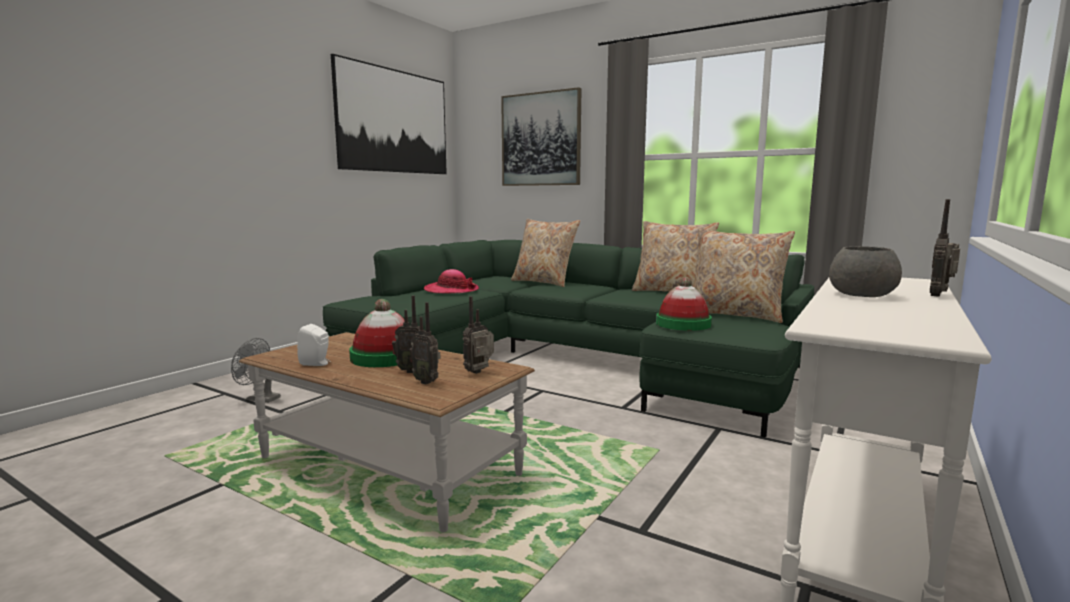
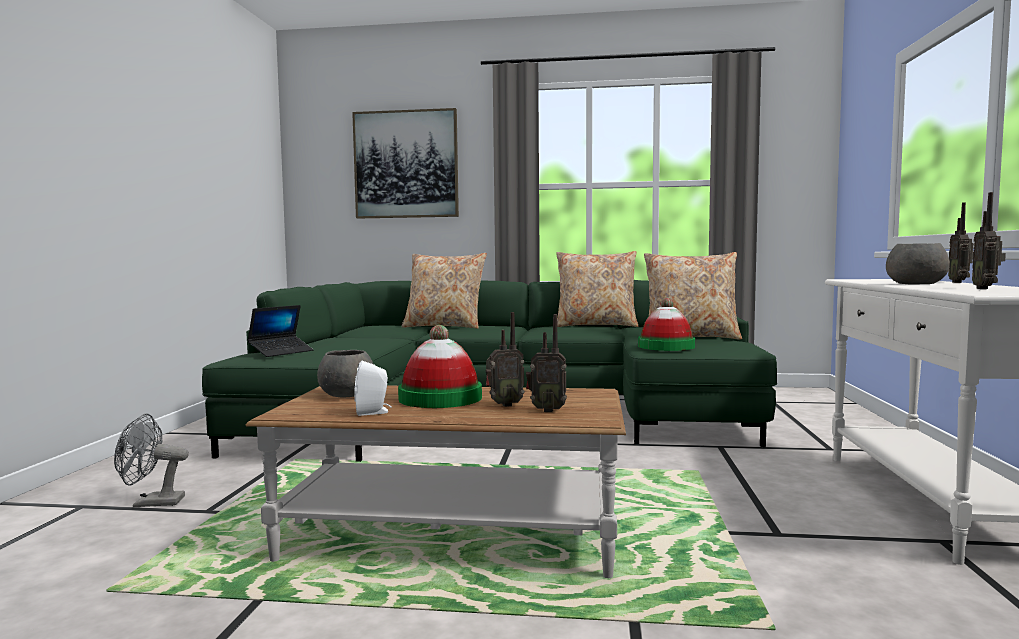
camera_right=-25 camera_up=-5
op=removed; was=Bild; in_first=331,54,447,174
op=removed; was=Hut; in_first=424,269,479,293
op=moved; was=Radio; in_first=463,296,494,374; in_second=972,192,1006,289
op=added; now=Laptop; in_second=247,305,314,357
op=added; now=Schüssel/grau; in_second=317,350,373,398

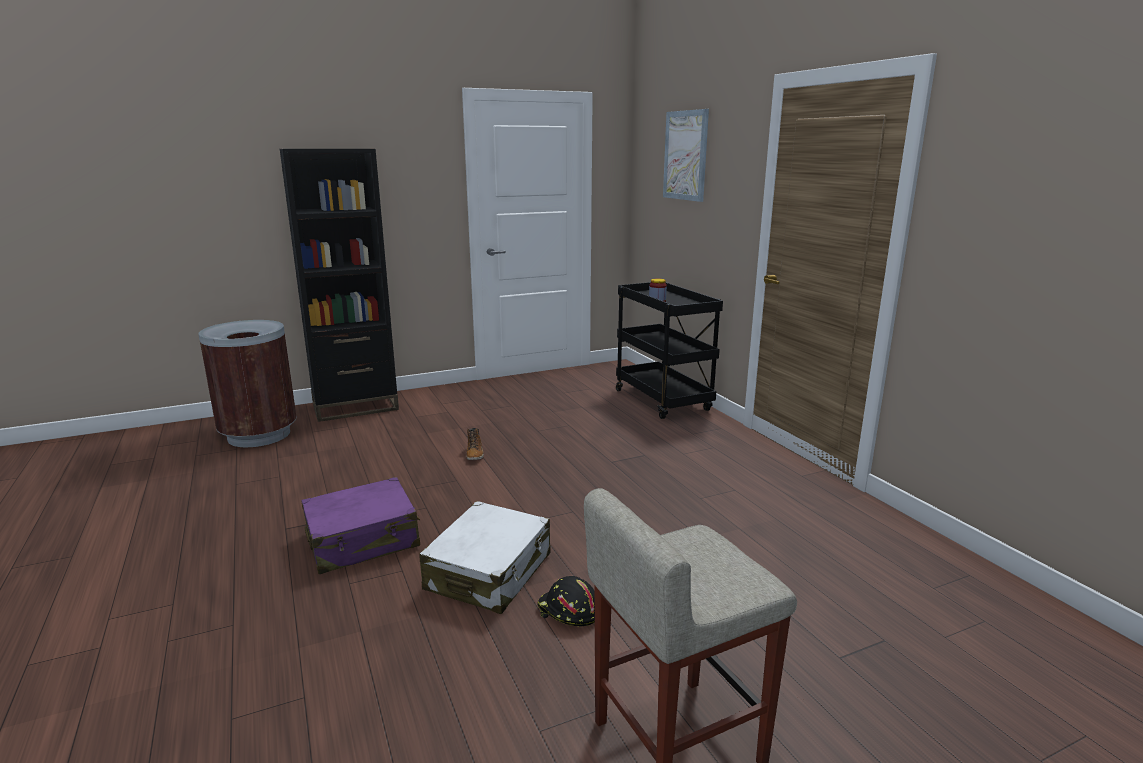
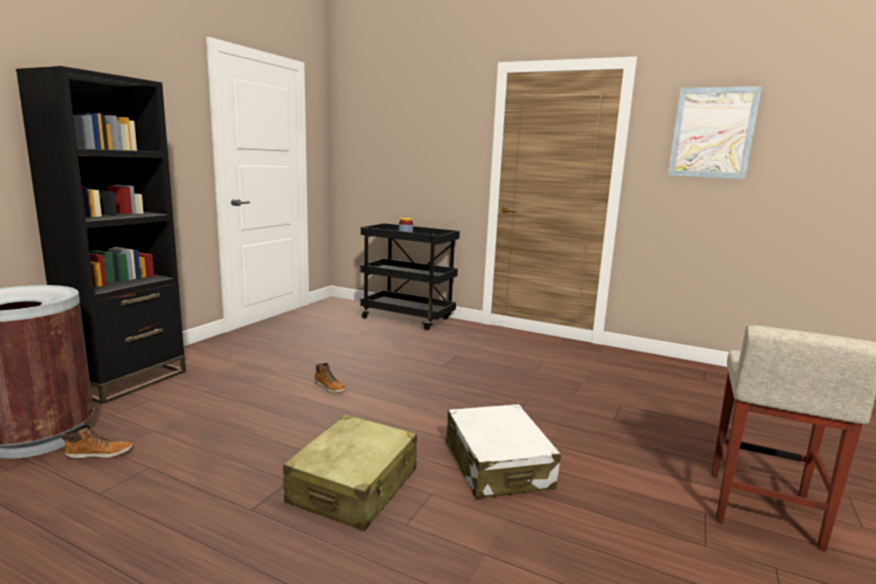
camera_right=-40 camera_up=-5
op=recoloured; was=Koffer/lila; now=Koffer/beige; in_first=301,477,420,574; in_second=283,414,417,531
op=removed; was=Schutzhelm/schwarz; in_first=537,576,595,626
op=moved; was=Bild; in_first=663,109,709,202; in_second=668,86,762,179
op=added; now=Stiefel; in_second=62,424,133,459

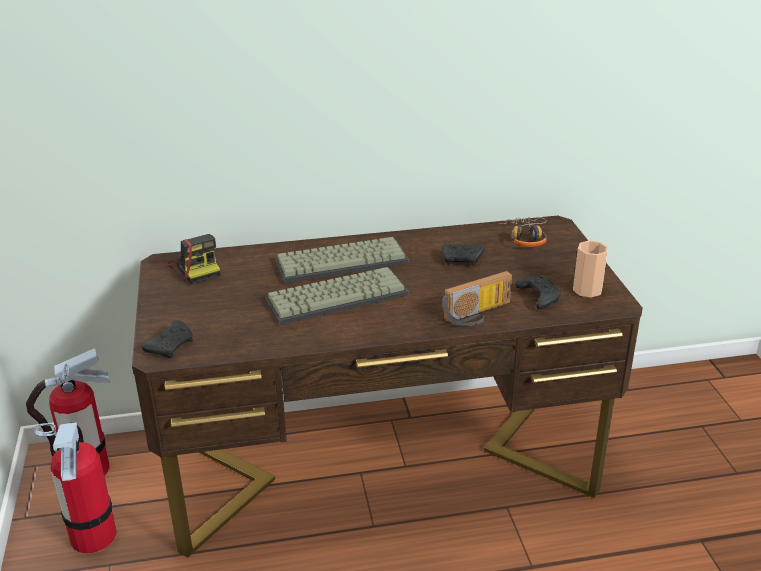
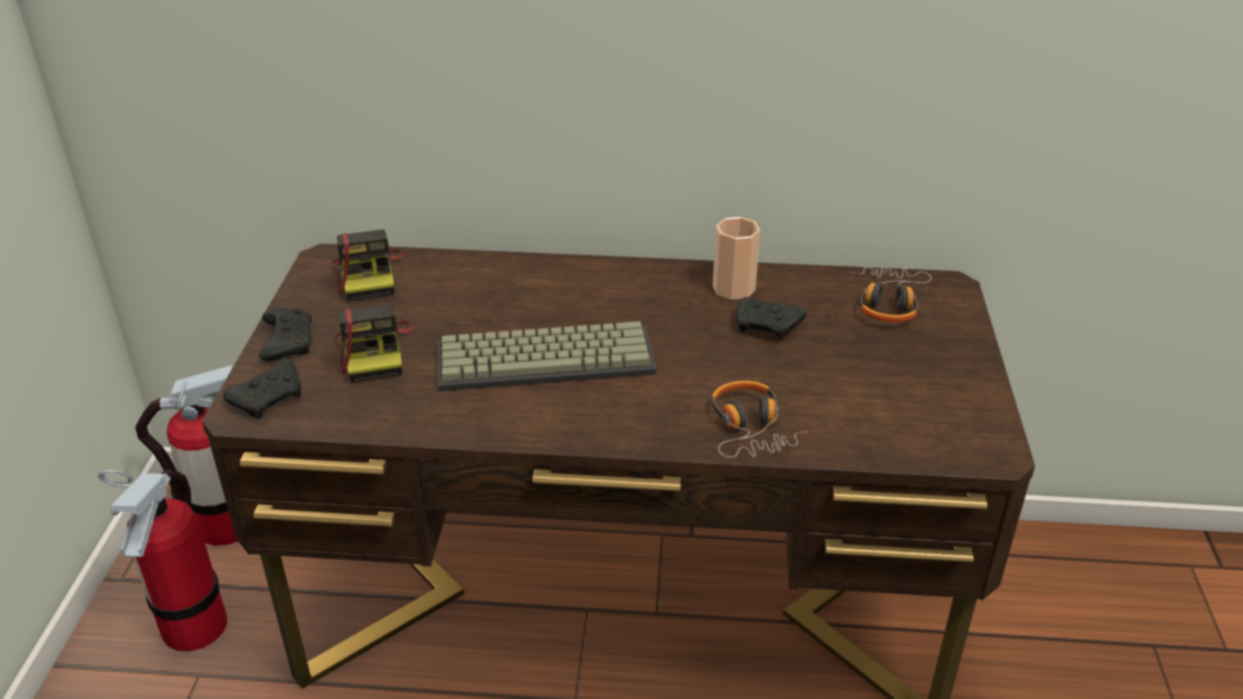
camera_right=15 camera_up=5
op=removed; was=Tastatur; in_first=275,237,409,283
op=replaced; was=Radio; now=Kopfhörer; in_first=442,271,512,326; in_second=712,381,808,458
op=moved; was=Gamepad/schwarz; in_first=515,274,561,309; in_second=259,308,312,362
op=moved; was=Tasse; in_first=573,240,608,298; in_second=713,217,760,300
op=added; now=Kamera; in_second=335,304,412,383

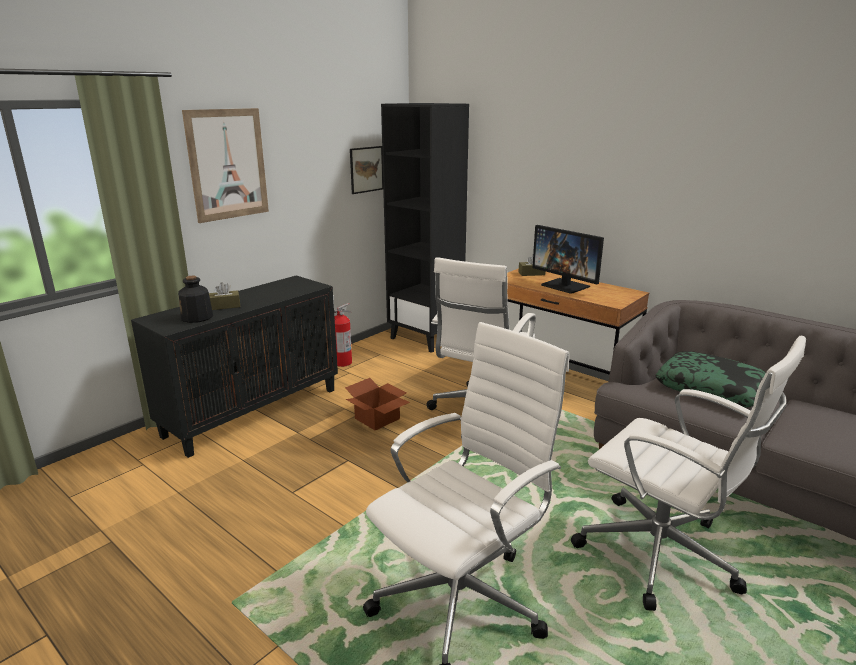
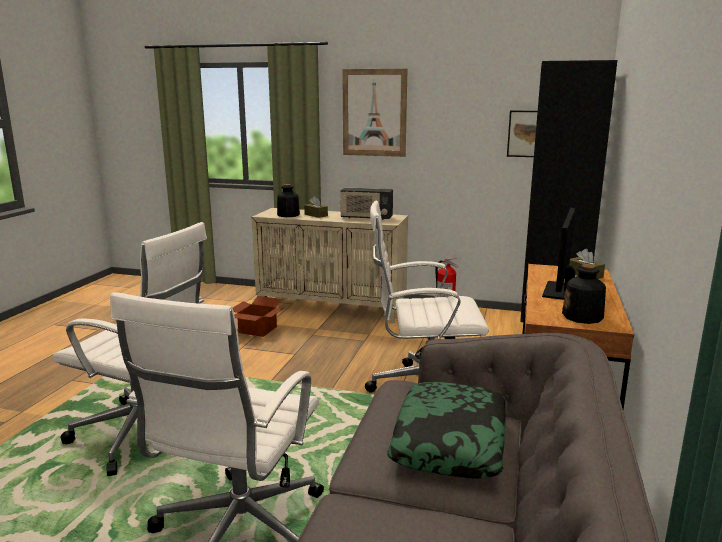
camera_right=65 camera_up=-5
op=recoloured; was=Schrank/schwarz; now=Schrank/beige; in_first=131,275,338,458; in_second=252,208,408,324
op=moved; was=Karton; in_first=345,378,410,431; in_second=233,296,284,337
op=added; now=Radio; in_second=340,188,393,220
op=added; now=Flasche; in_second=562,264,606,324

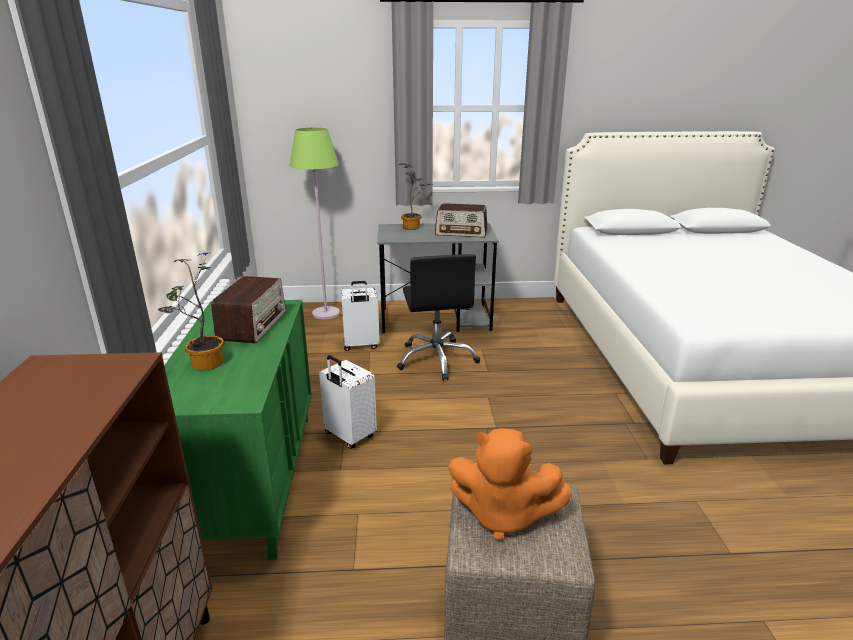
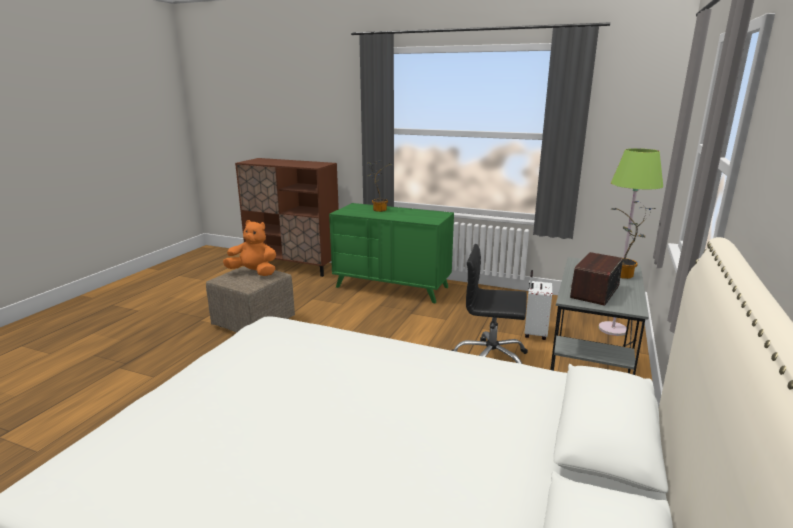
camera_right=115 camera_up=-5
op=removed; was=Radio; in_first=211,276,286,343
op=removed; was=Koffer/weiß; in_first=319,355,377,449
op=turned; was=Plüschtier/orange; in_first=448,428,572,541; in_second=223,220,276,276; clockwise=60

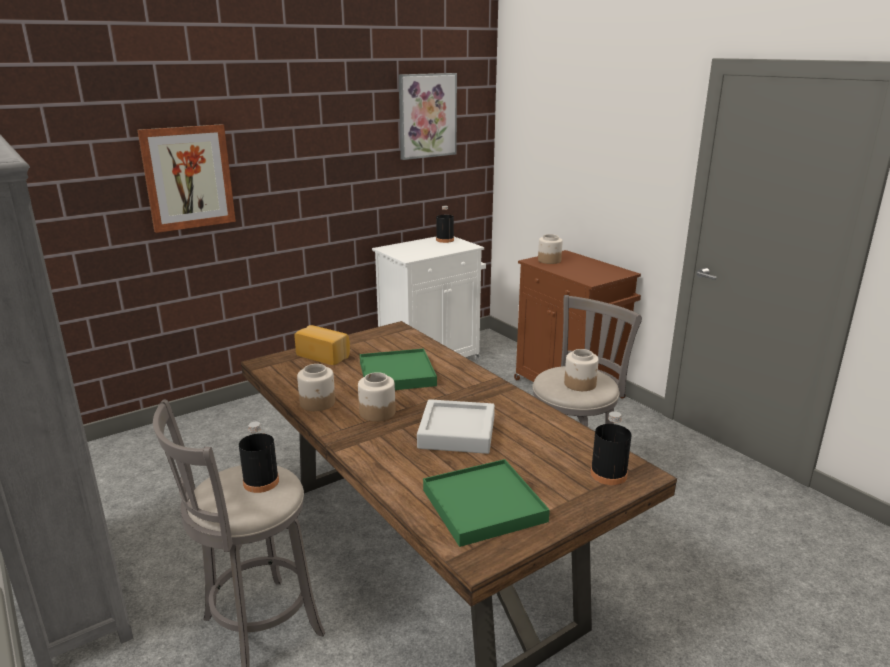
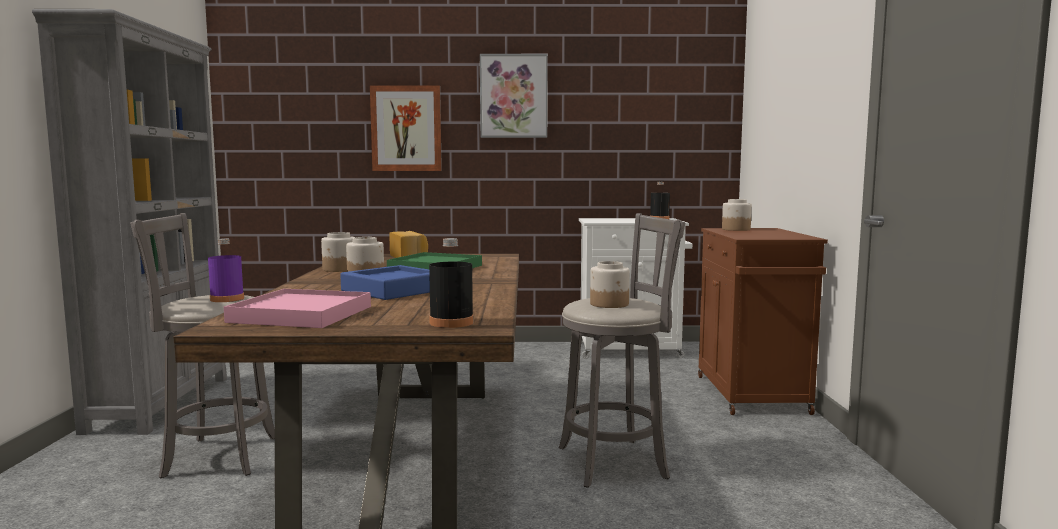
camera_right=35 camera_up=-15
op=recoloured; was=Flasche/schwarz; now=Flasche/lila; in_first=239,422,279,493; in_second=208,238,244,302
op=moved; was=Bild; in_first=399,73,457,160; in_second=480,54,548,138
op=recoloured; was=Tablett/grau; now=Tablett/blau; in_first=417,399,495,454; in_second=340,265,430,300
op=recoloured; was=Tablett/grün; now=Tablett/rosa; in_first=423,459,550,547; in_second=224,289,371,328

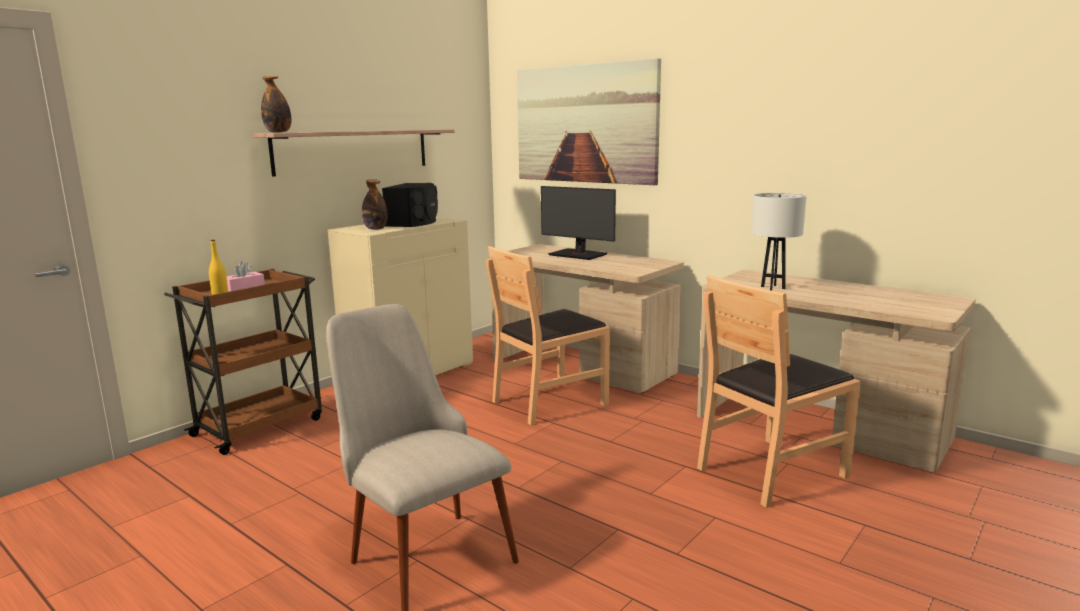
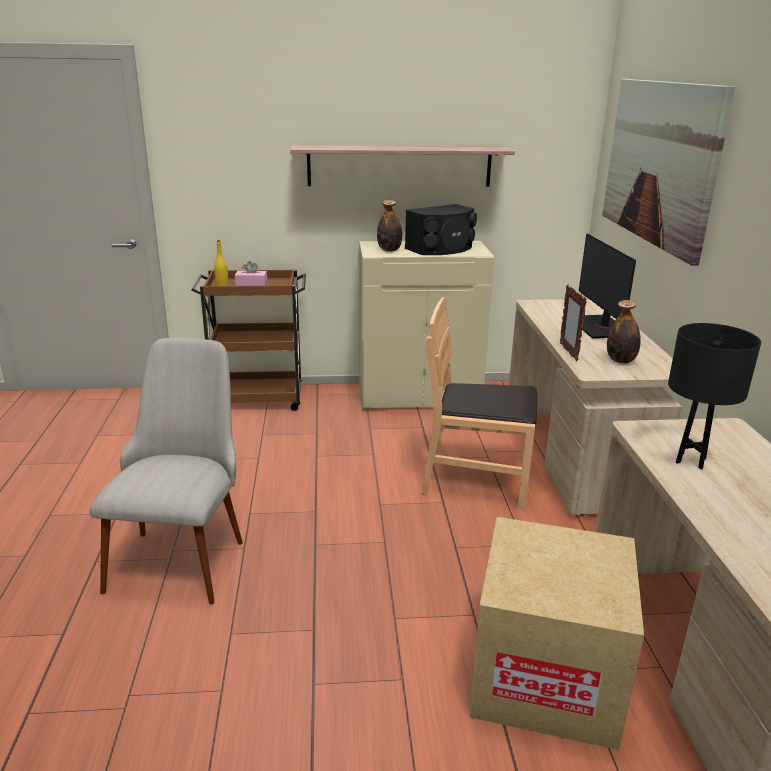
camera_right=45 camera_up=10
op=moved; was=Flasche; in_first=261,76,291,133; in_second=607,300,641,363
op=replaced; was=Stuhl/braun; now=Karton; in_first=697,275,861,508; in_second=469,517,644,750
op=recoloured; was=Tischlampe/weiß; now=Tischlampe/schwarz; in_first=751,193,807,290; in_second=668,323,761,470
op=added; now=Bilderrahmen; in_second=560,285,587,361

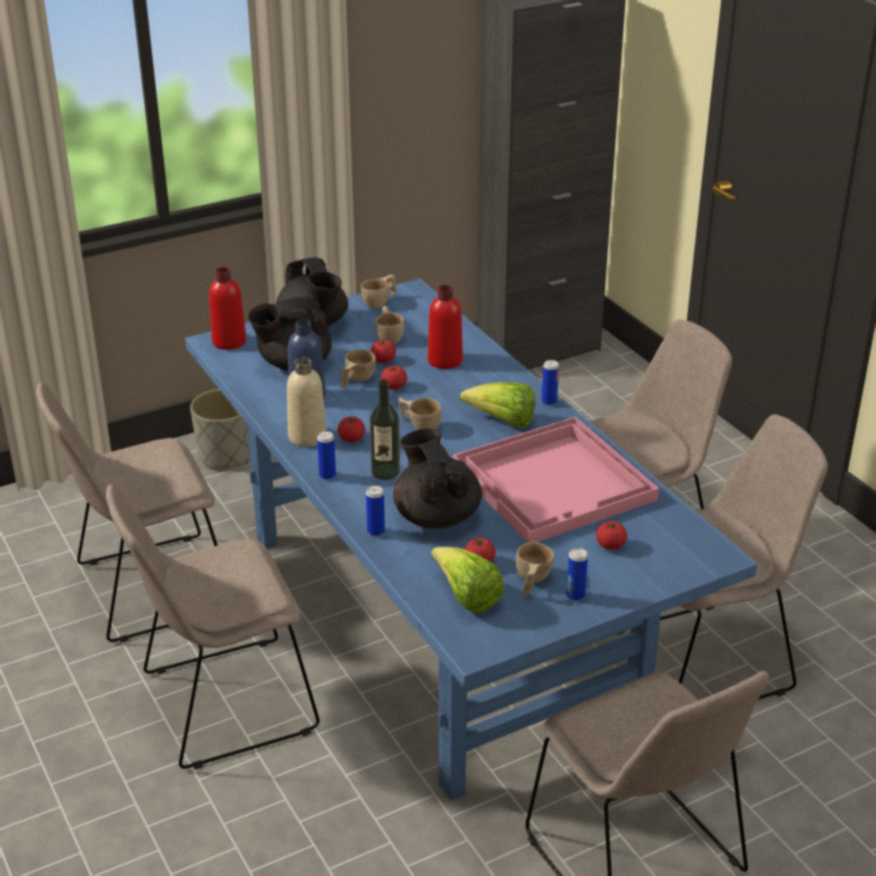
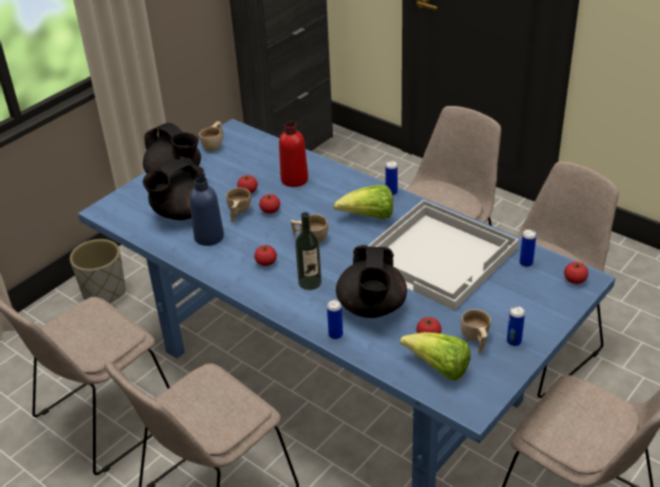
camera_right=-20 camera_up=5
op=removed; was=Flasche/rot; in_first=209,267,246,350
op=removed; was=Flasche/beige; in_first=287,357,326,447
op=moved; was=Dose; in_first=317,431,336,480; in_second=520,229,536,267
op=removed; was=Tasse/beige; in_first=375,306,404,344
op=turned; was=Teekanne/schwarz; in_first=393,428,482,529; in_second=336,245,407,318; clockwise=-135
op=recoloured; was=Tablett/rosa; now=Tablett/weiß; in_first=453,417,659,543; in_second=368,200,519,311
op=moved; was=Tomate; in_first=596,521,627,550; in_second=564,262,588,284

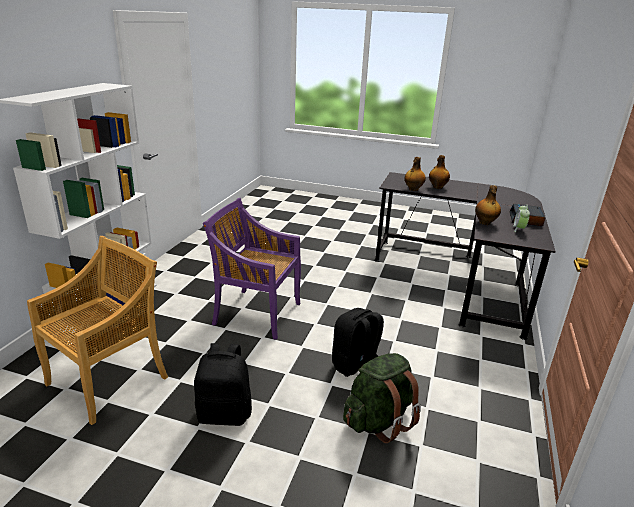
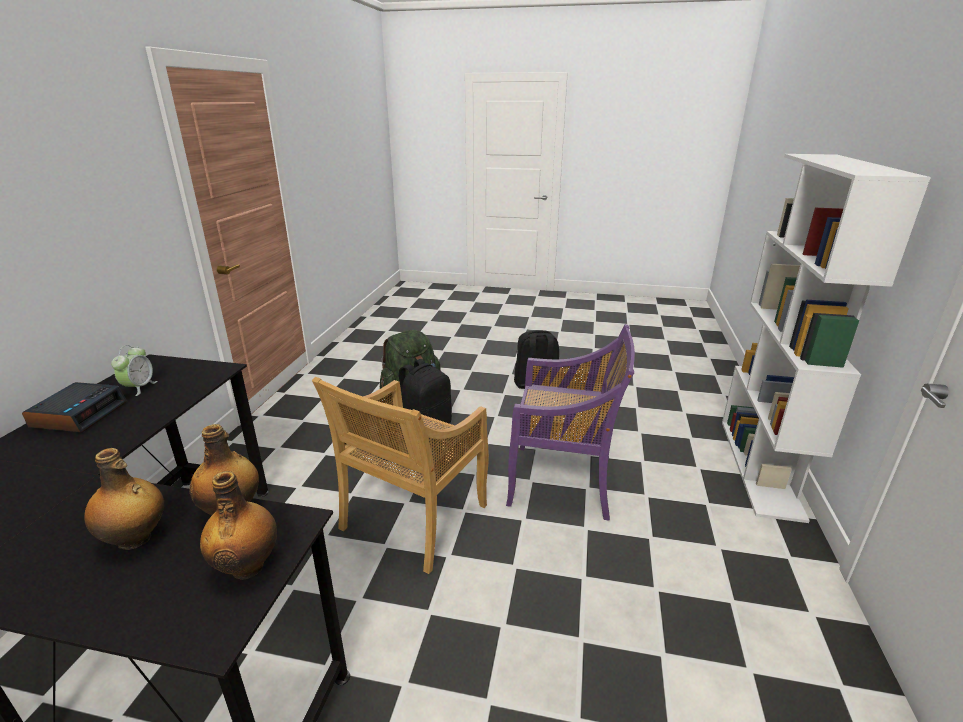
camera_right=175 camera_up=0
op=moved; was=Stuhl/beige; in_first=27,236,168,425; in_second=312,377,489,574
op=moved; was=Flasche; in_first=475,185,501,225; in_second=200,471,277,580

